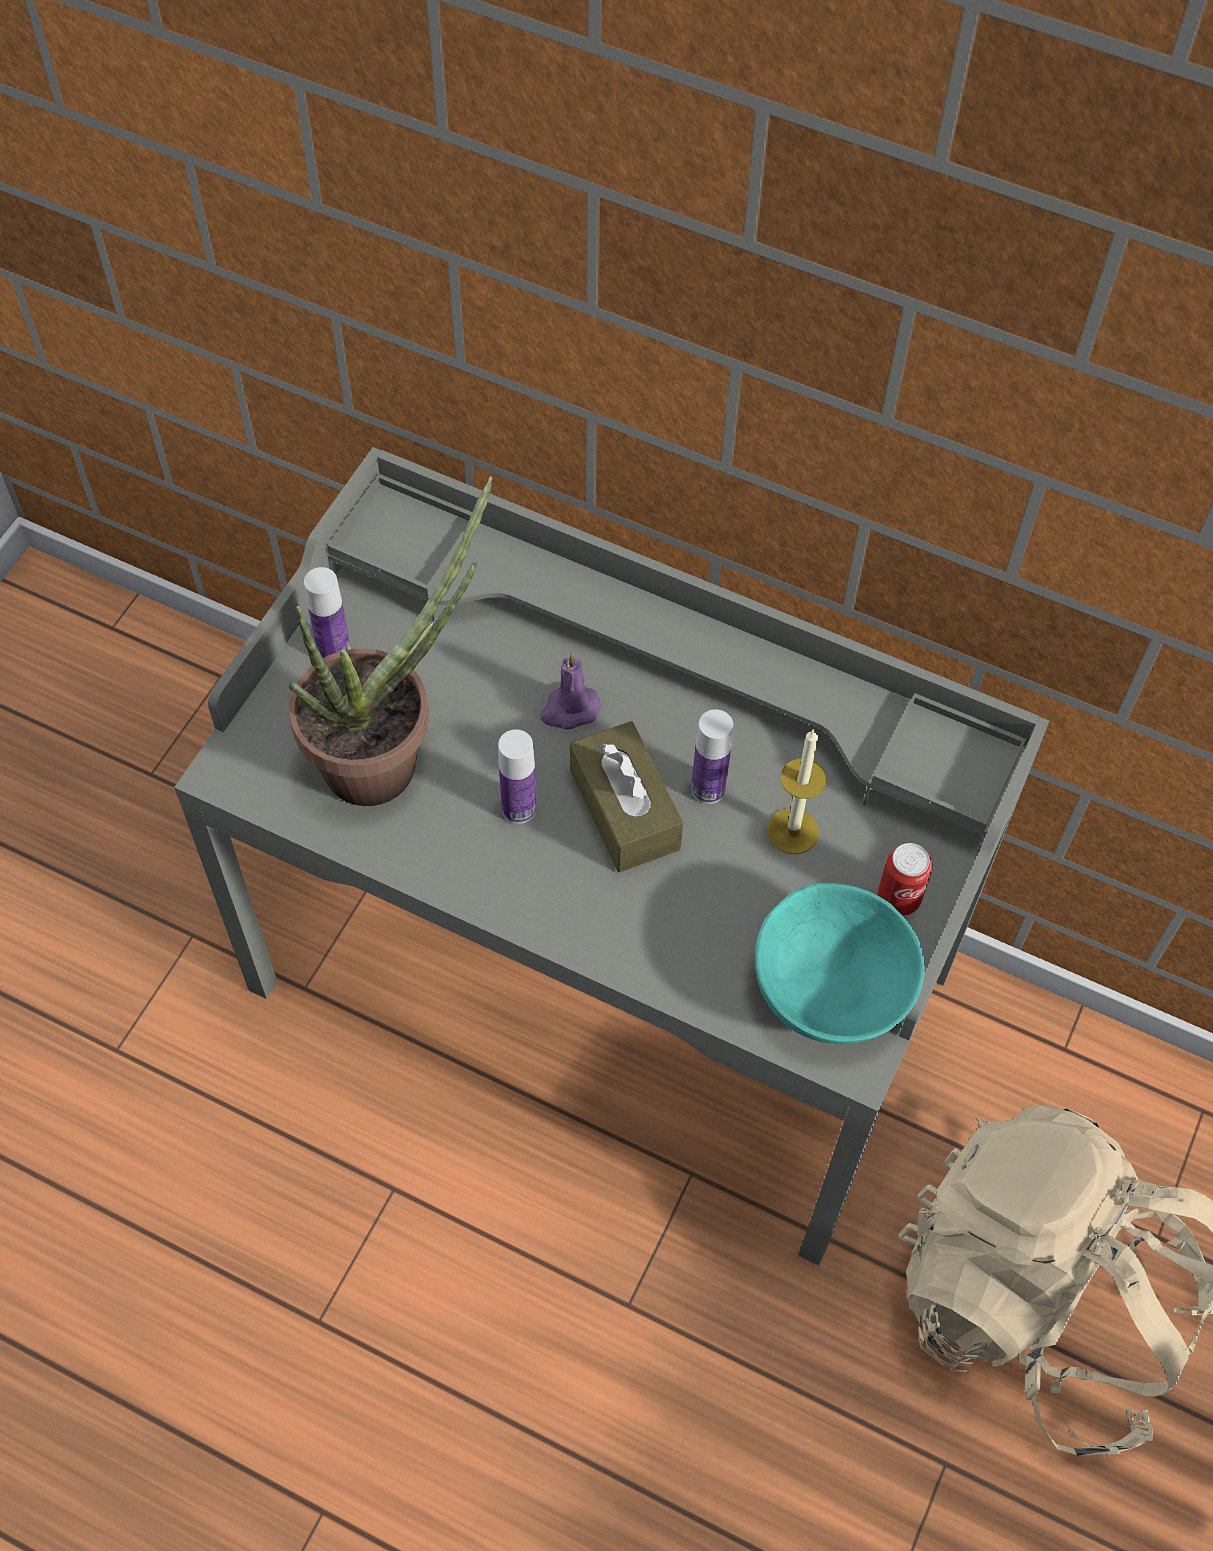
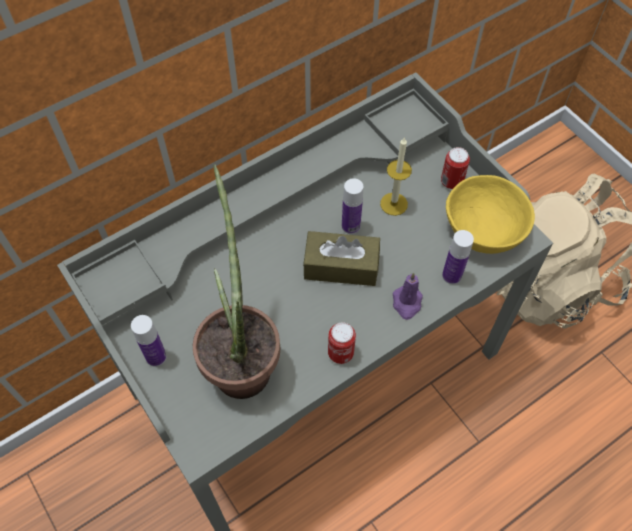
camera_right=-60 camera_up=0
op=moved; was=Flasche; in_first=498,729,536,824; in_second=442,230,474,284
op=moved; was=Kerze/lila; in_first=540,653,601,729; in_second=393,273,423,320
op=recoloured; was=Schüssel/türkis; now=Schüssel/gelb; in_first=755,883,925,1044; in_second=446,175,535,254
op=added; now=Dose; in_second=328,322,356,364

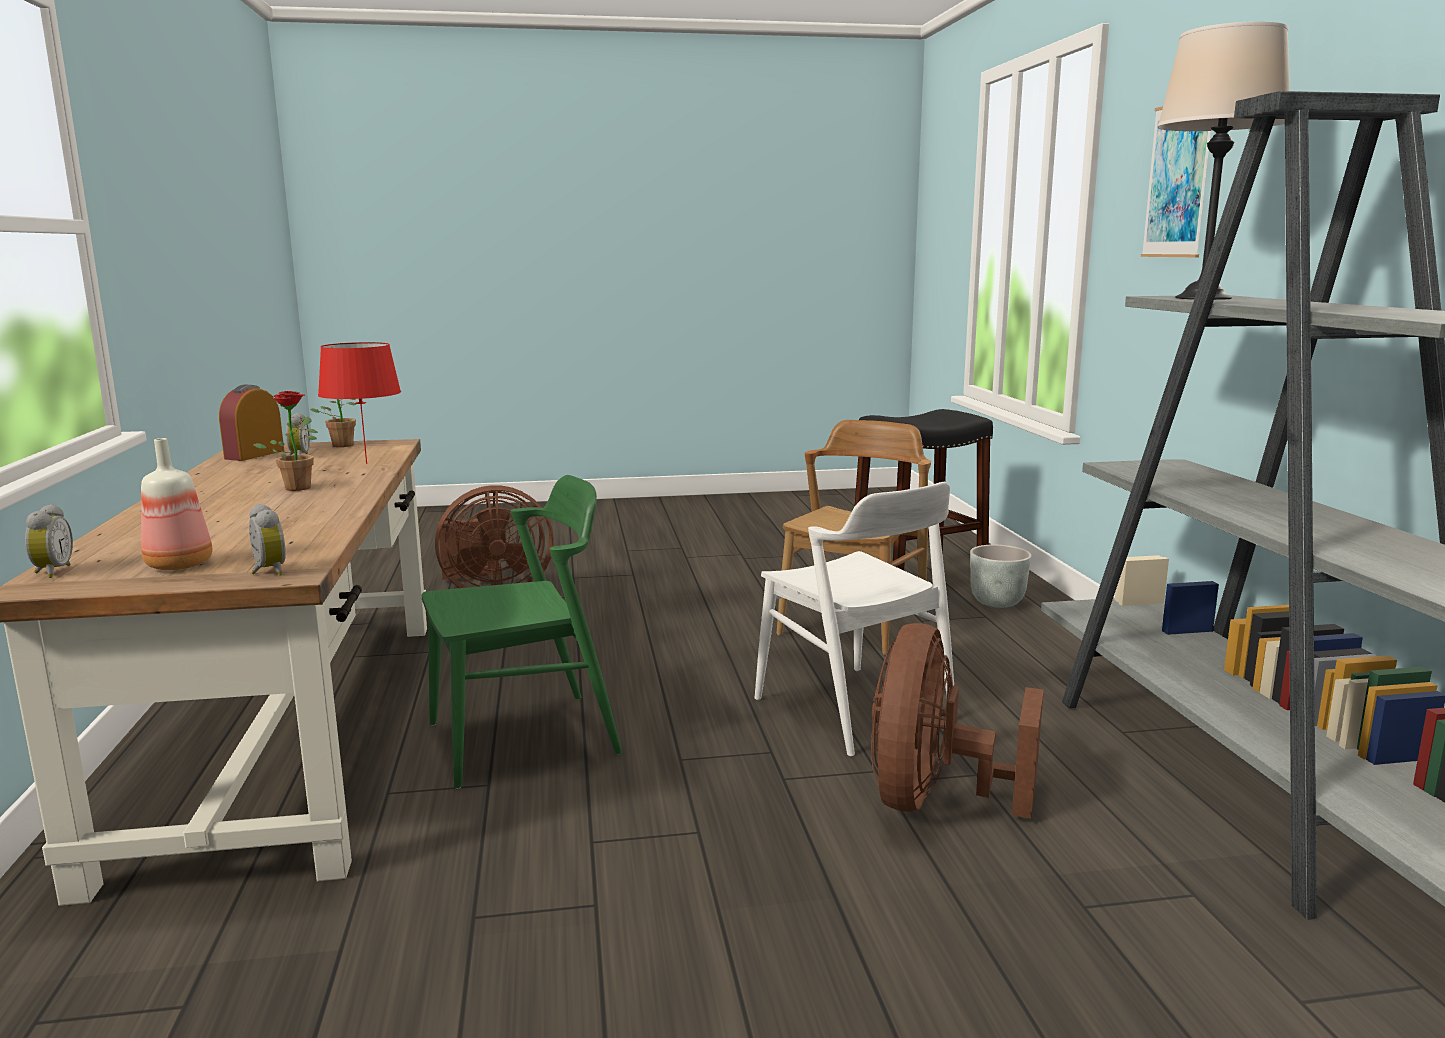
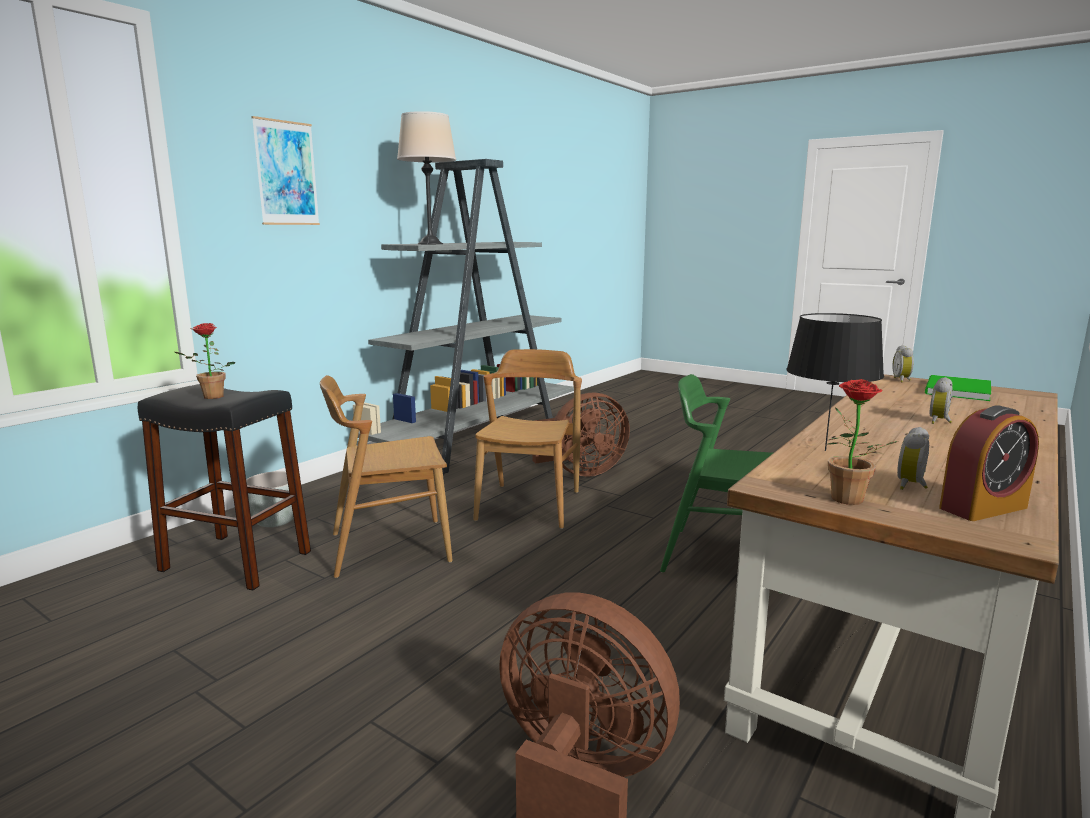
camera_right=-135 camera_up=0
op=moved; was=Wecker; in_first=25,504,73,578; in_second=929,377,953,424
op=replaced; was=Flasche; now=Buch/grün; in_first=141,438,213,570; in_second=925,375,991,401
op=moved; was=Topfpflanze; in_first=253,391,318,491; in_second=175,323,235,399
op=recoloured; was=Tischlampe/rot; now=Tischlampe/schwarz; in_first=318,342,401,464; in_second=786,313,884,451
op=recoloured; was=Stuhl/weiß; now=Stuhl/braun; in_first=755,482,954,757; in_second=473,349,582,529

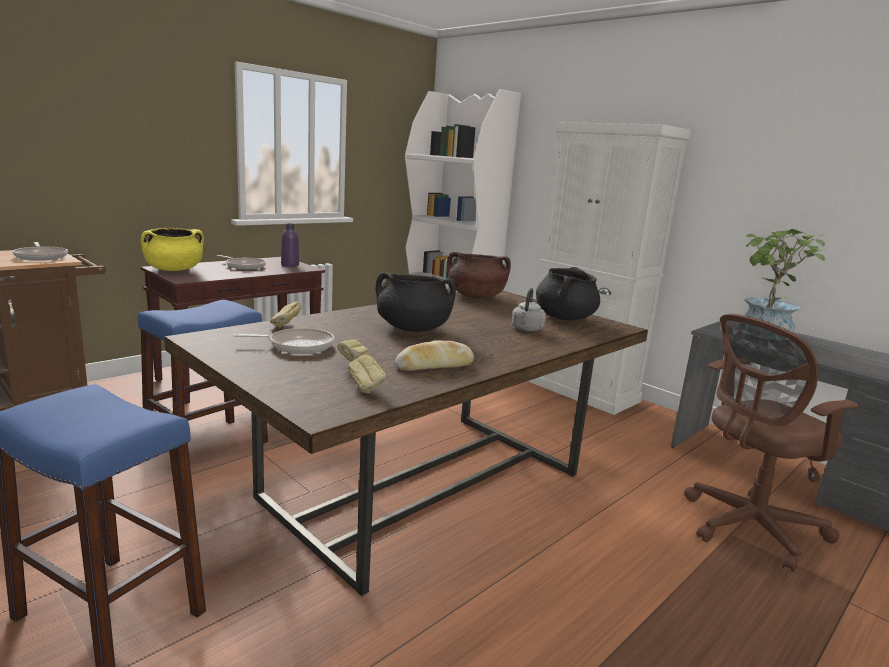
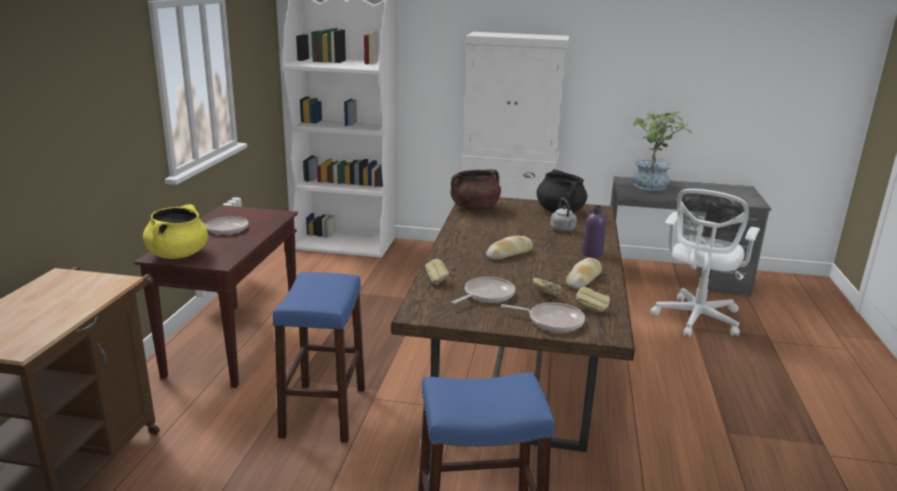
camera_right=-35 camera_up=5
op=moved; was=Pfanne; in_first=12,242,68,261; in_second=501,302,585,332
op=moved; was=Flasche/lila; in_first=281,224,299,267; in_second=582,206,606,258
op=replaced; was=Kochtopf/schwarz; now=Brot; in_first=376,273,456,332; in_second=486,236,533,260
op=recoloured; was=Bürostuhl/braun; now=Bürostuhl/weiß; in_first=684,314,860,572; in_second=650,189,760,338

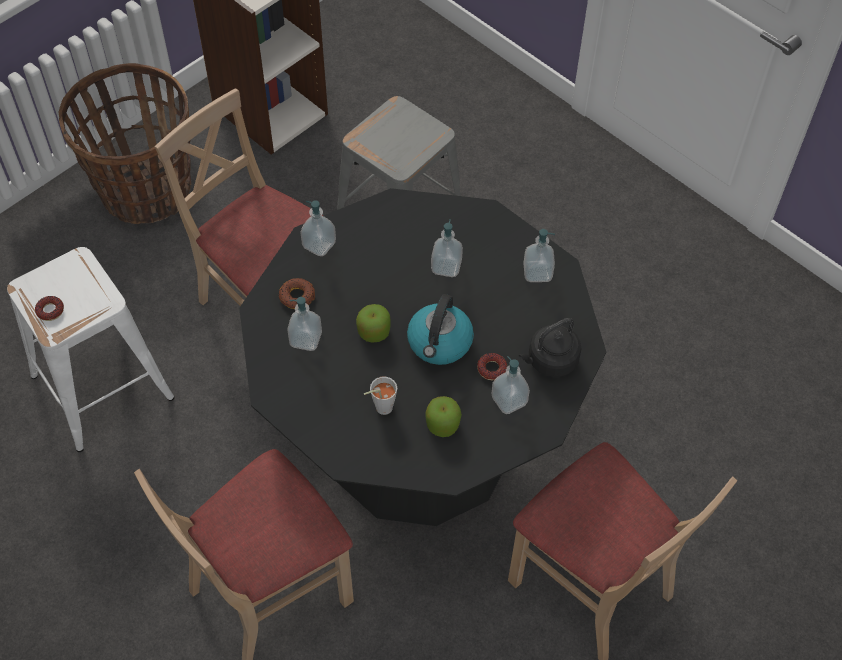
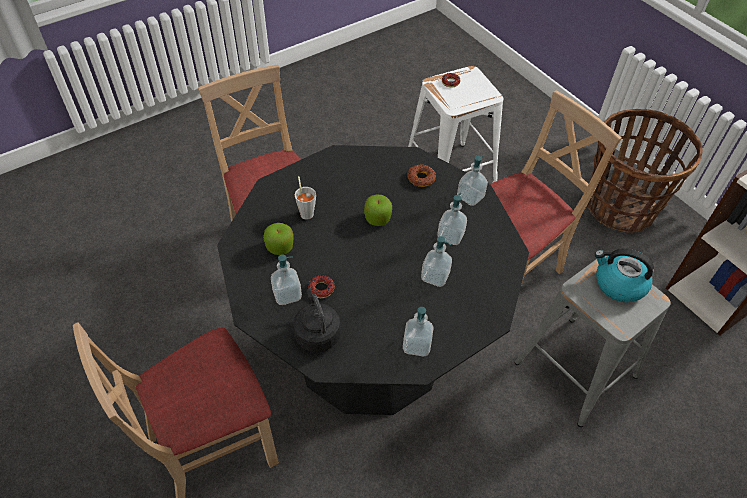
camera_right=100 camera_up=-5
op=moved; was=Seifenspender; in_first=287,297,322,351; in_second=437,193,467,245
op=moved; was=Wasserkessel; in_first=407,294,474,365; in_second=595,248,654,302

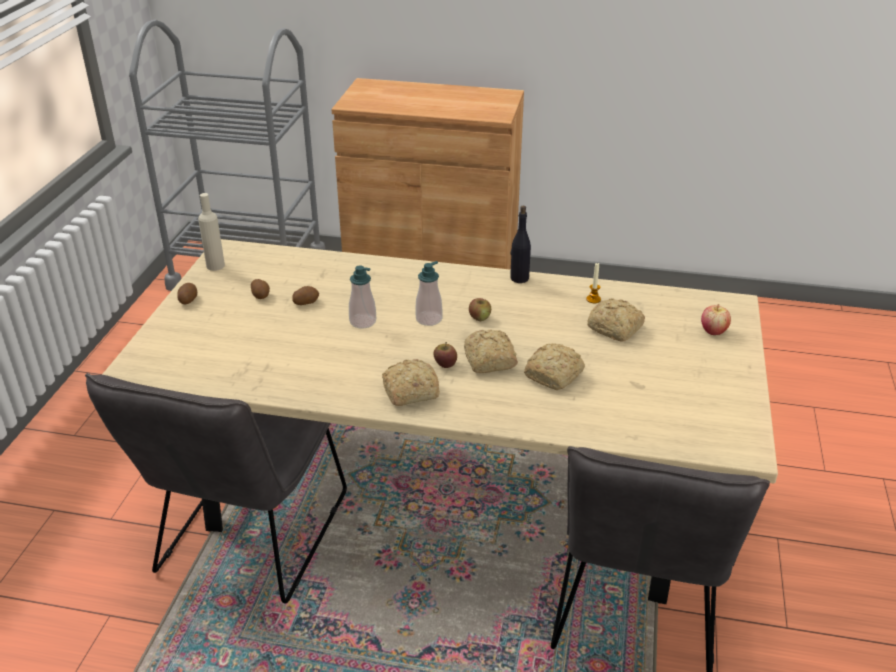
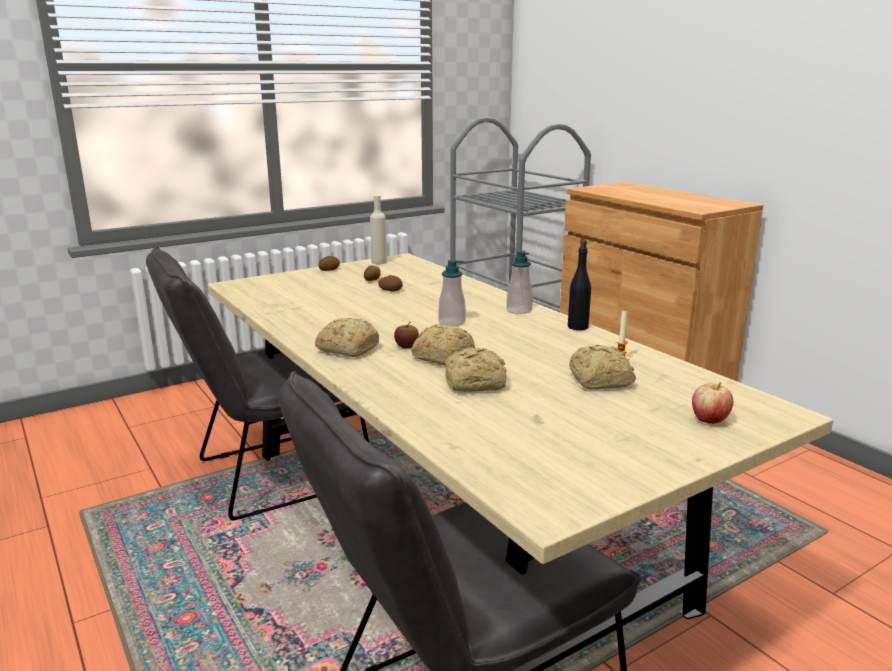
camera_right=45 camera_up=-15
op=moved; was=Seifenspender; in_first=349,265,376,329; in_second=506,250,533,314
op=removed; was=Apfel; in_first=469,298,491,321

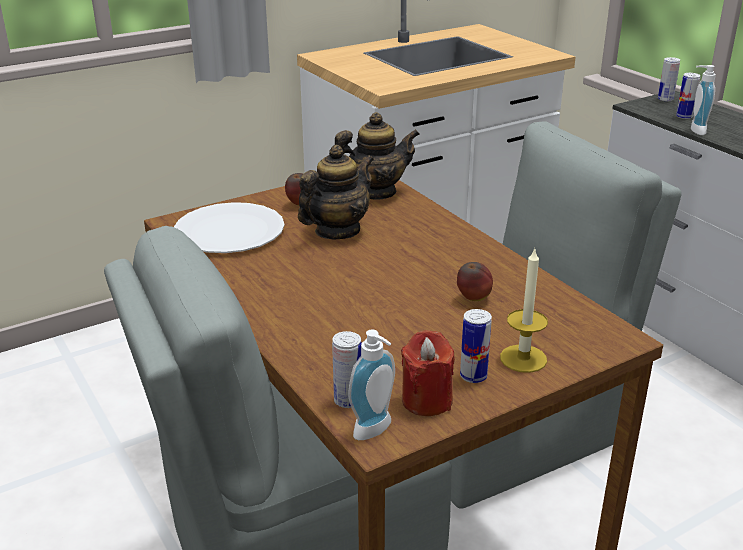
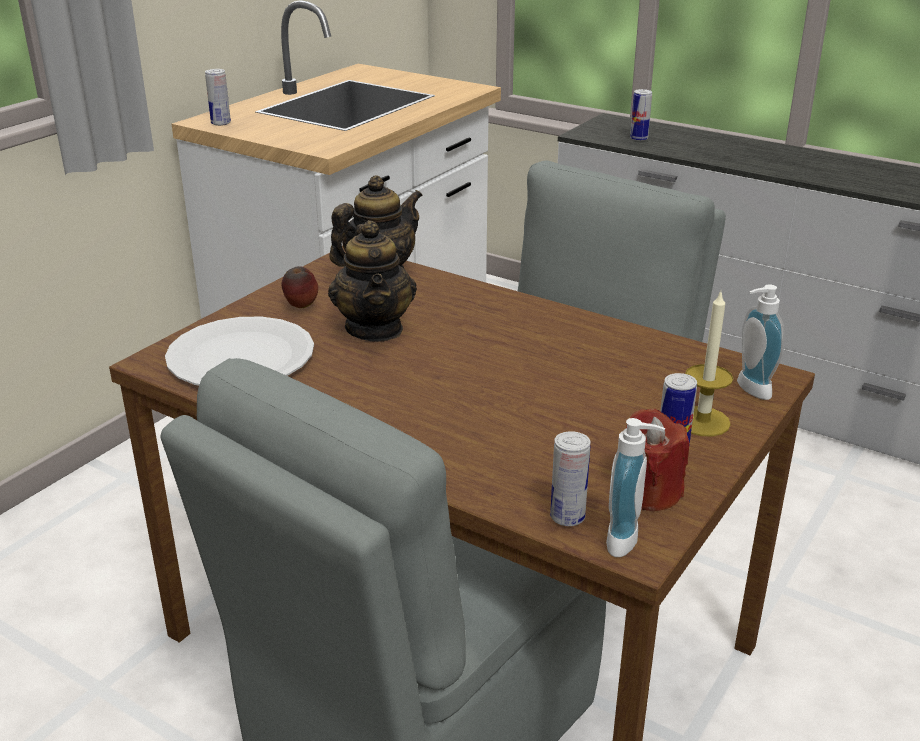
camera_right=-25 camera_up=0
op=turned; was=Teekanne; in_first=298,145,374,239; in_second=328,220,417,341; clockwise=150
op=removed; was=Apfel; in_first=457,262,493,301
op=moved; was=Dose; in_first=658,57,680,102; in_second=205,69,231,126
op=moved; was=Seifenspender; in_first=691,65,716,135; in_second=737,284,784,400

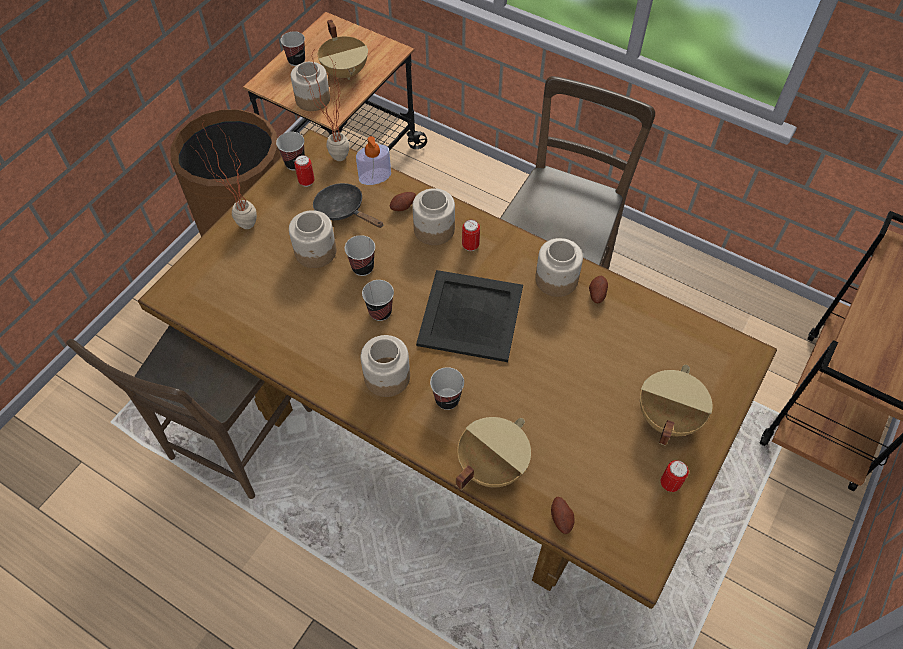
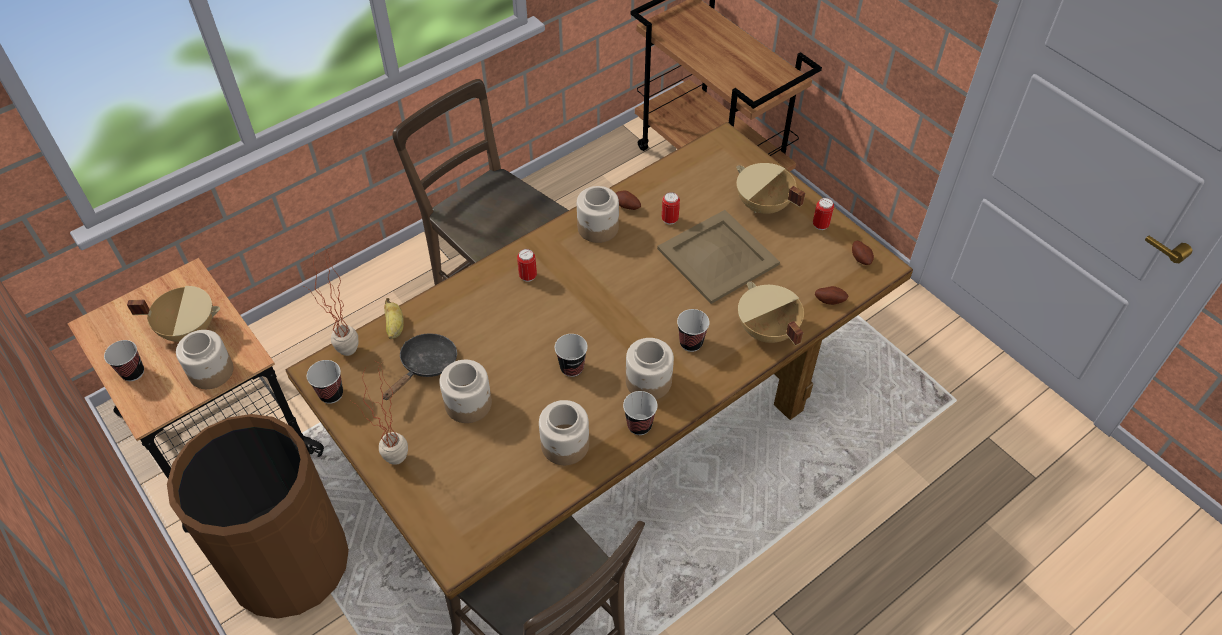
camera_right=-70 camera_up=-5
op=moved; was=Dose; in_first=294,155,315,187; in_second=662,192,680,225
op=turned; was=Pfanne/schwarz; in_first=313,183,383,228; in_second=383,333,457,400; clockwise=150
op=moved; was=Tasse; in_first=345,235,375,276; in_second=623,391,658,435
op=replaced; was=Seifenspender; now=Banane; in_first=356,136,391,185; in_second=384,298,404,339
op=moved; was=Kartoffel; in_first=390,192,416,211; in_second=852,241,874,265
op=moved; was=Vorratsglas; in_first=412,188,455,245; in_second=539,400,589,465
op=removed; was=Tablett/schwarz; in_first=416,270,523,362
op=added; now=Tablett/beige; in_second=657,210,780,304

